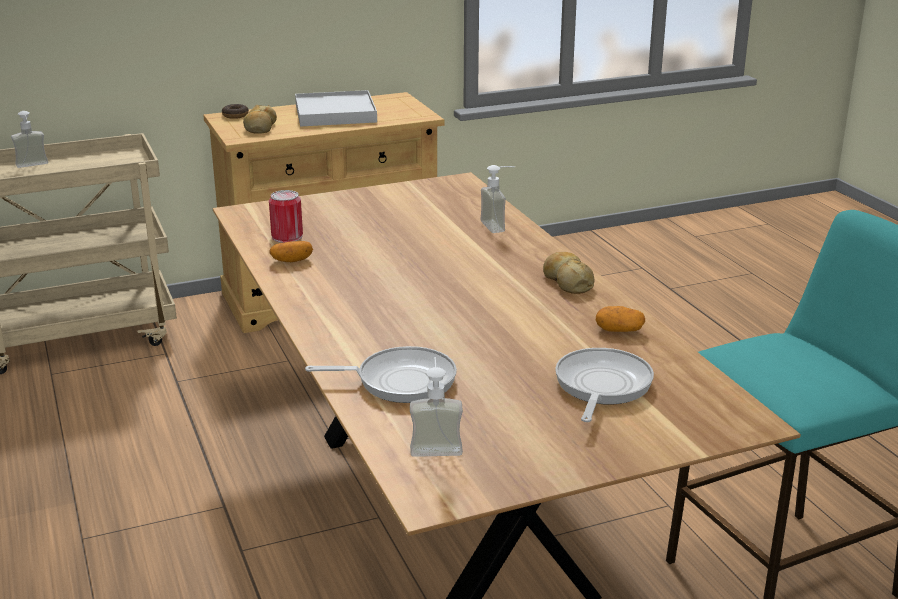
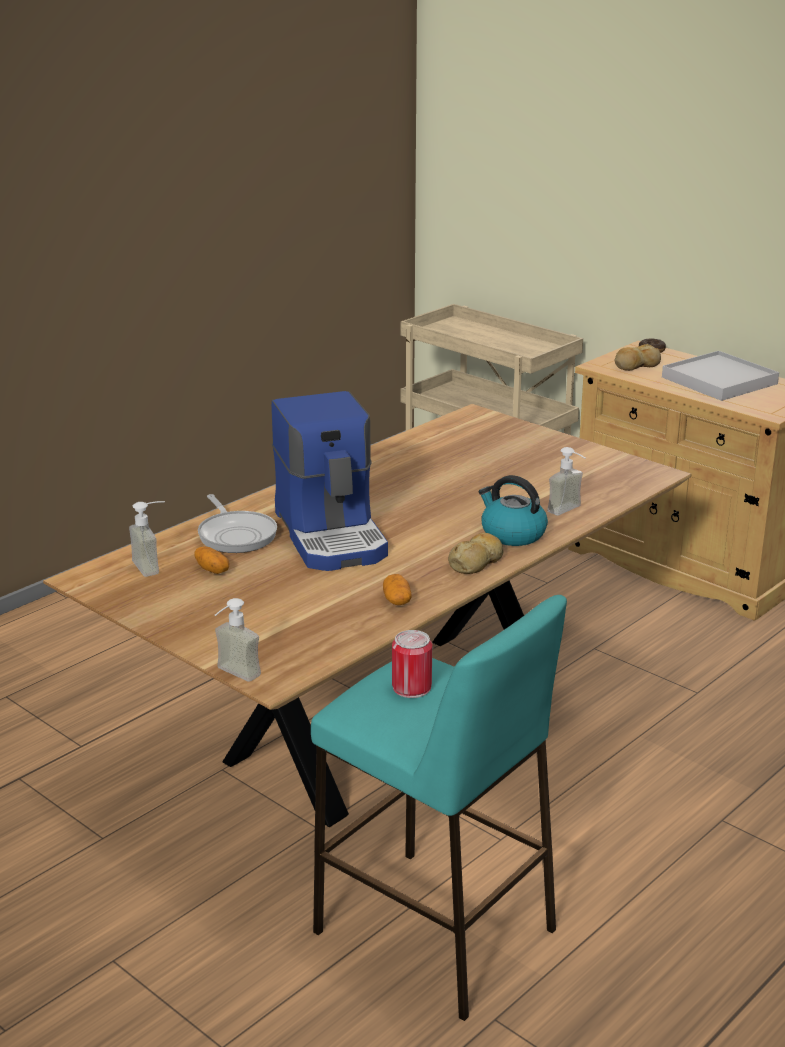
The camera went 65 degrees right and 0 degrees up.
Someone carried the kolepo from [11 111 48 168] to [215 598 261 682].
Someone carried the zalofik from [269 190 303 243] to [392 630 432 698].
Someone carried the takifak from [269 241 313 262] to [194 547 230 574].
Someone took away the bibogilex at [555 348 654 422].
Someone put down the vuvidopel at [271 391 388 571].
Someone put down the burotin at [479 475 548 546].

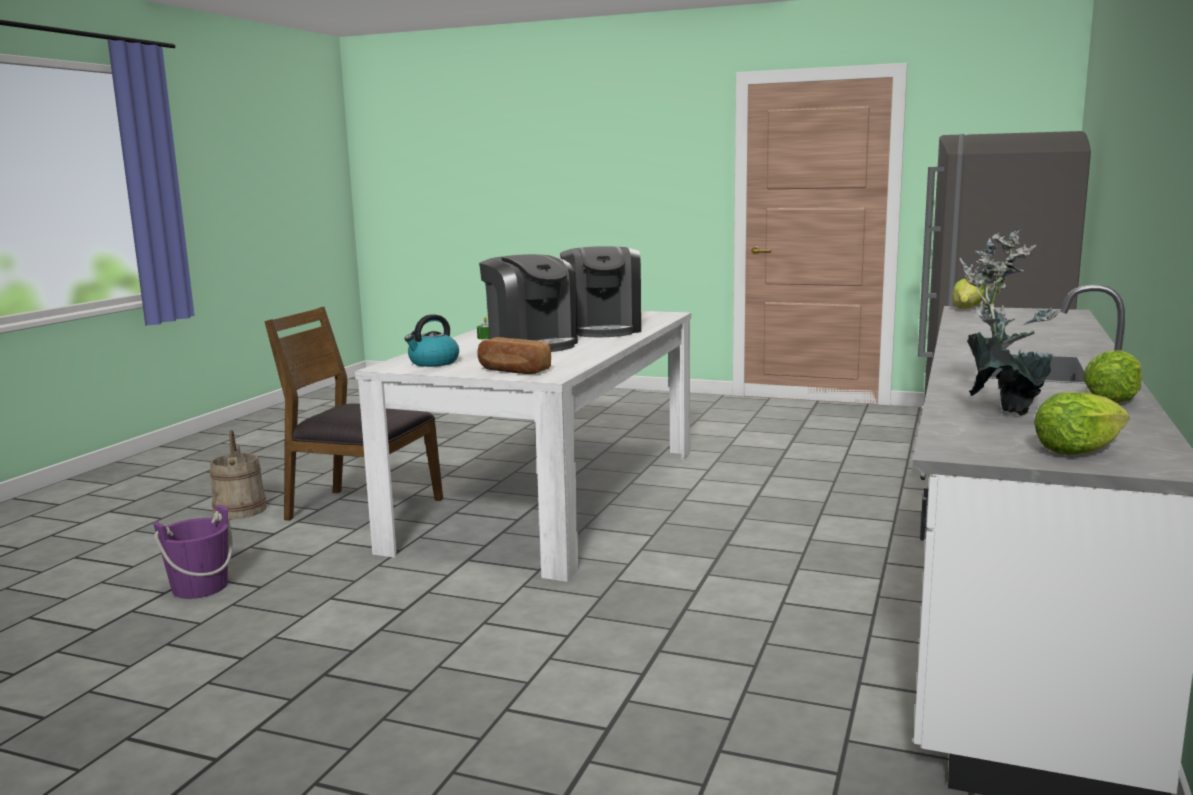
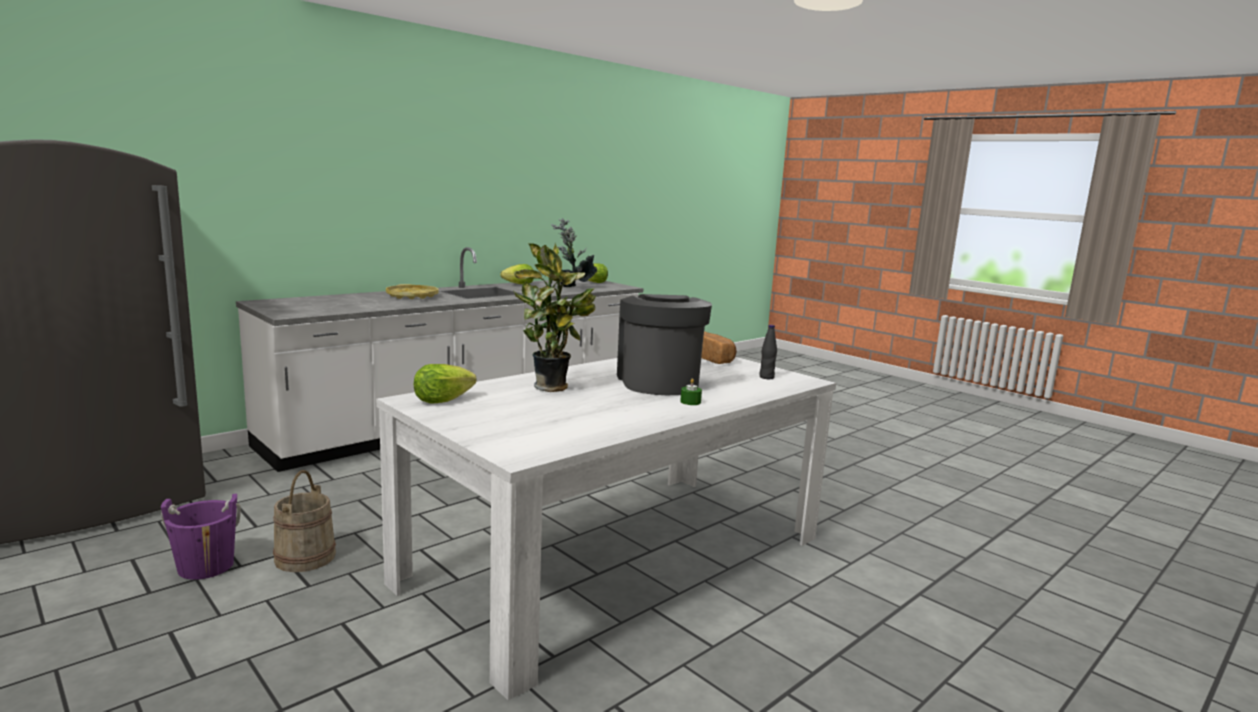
The camera went 155 degrees left and 0 degrees up.
Someone carried the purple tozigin from [153 505 233 599] to [161 493 241 580].
Someone carried the beige tozigin from [210 430 266 519] to [273 470 336 572].
Someone took away the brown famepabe at [264 307 443 521].
Someone swapped the burotin at [404 314 459 367] for the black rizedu at [760 325 777 379].
Someone swapped the vuvidopel at [560 246 641 337] for the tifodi at [513 243 596 392].
Someone carried the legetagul from [952 278 985 309] to [414 364 477 404].
Someone put down the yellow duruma at [386 284 439 299].

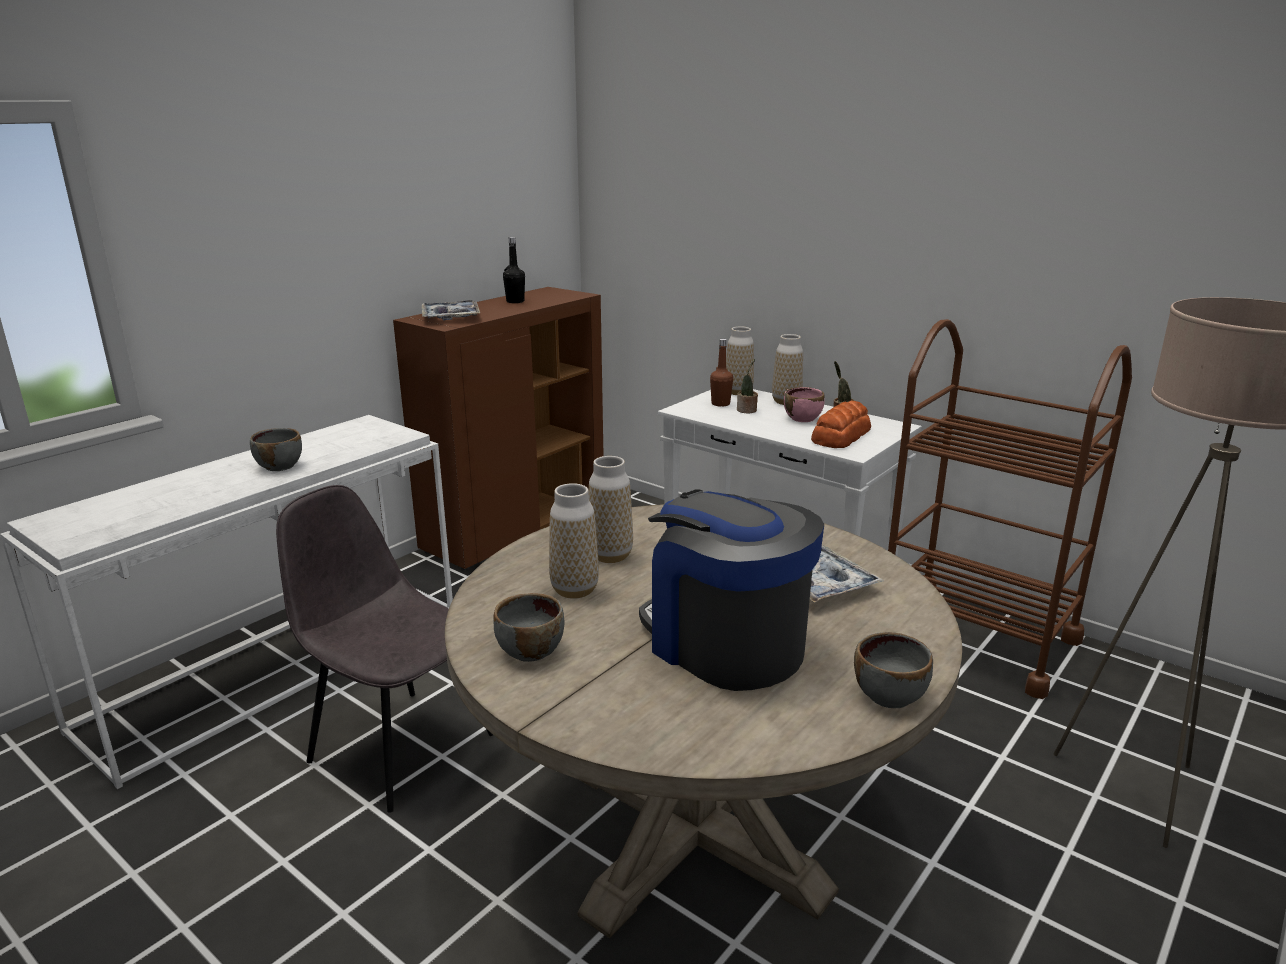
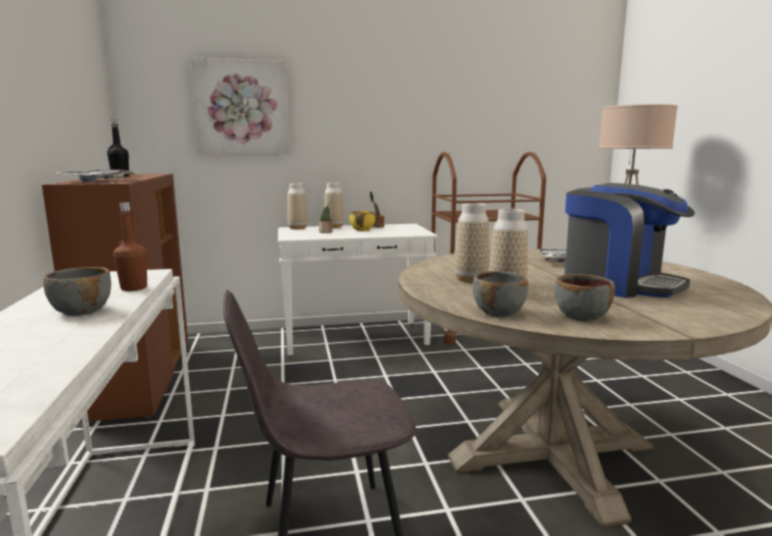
The camera went 50 degrees left and 10 degrees down.
Someone rotated the vuvidopel at [639 489 824 691] by 135 degrees counterclockwise.
Someone carried the brown rizedu from [710 339 733 407] to [113 202 147 291].
Someone repainted the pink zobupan at [784 387 825 422], which became the yellow zobupan at [349 211 375 231].
Someone took away the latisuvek at [811 400 871 448].
Someone carried the grey zobupan from [854 632 933 708] to [473 271 528 317].
Someone put up the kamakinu at [190 57 290 155].

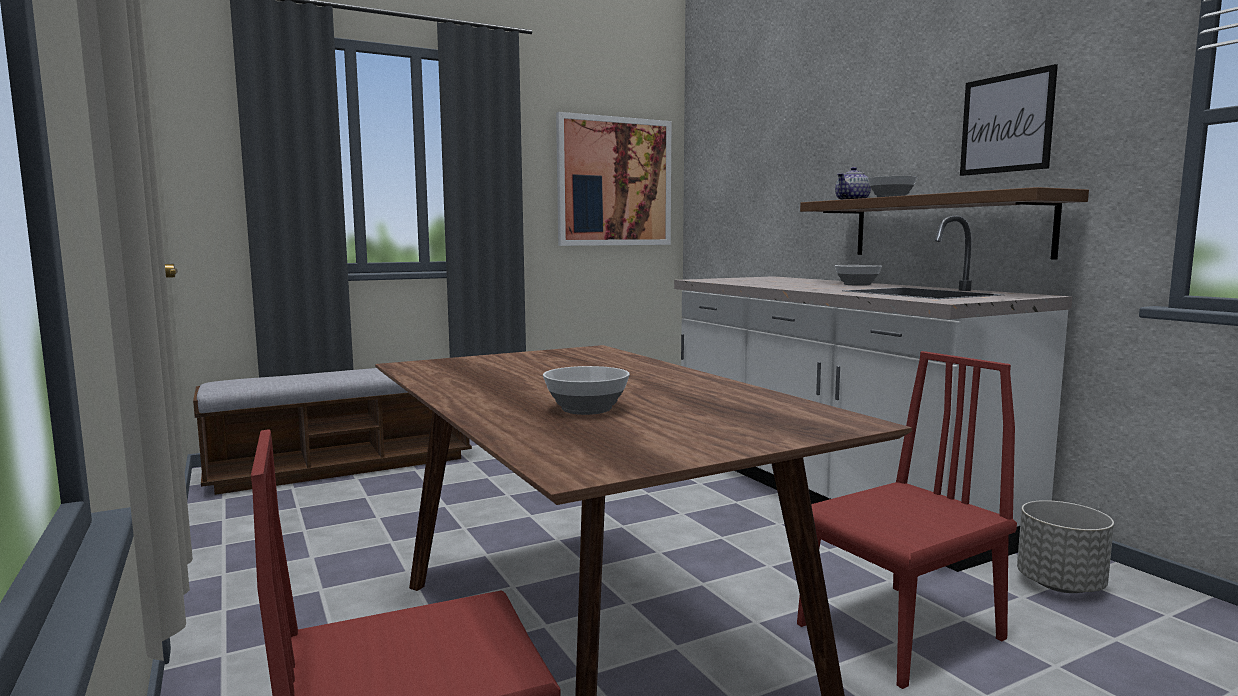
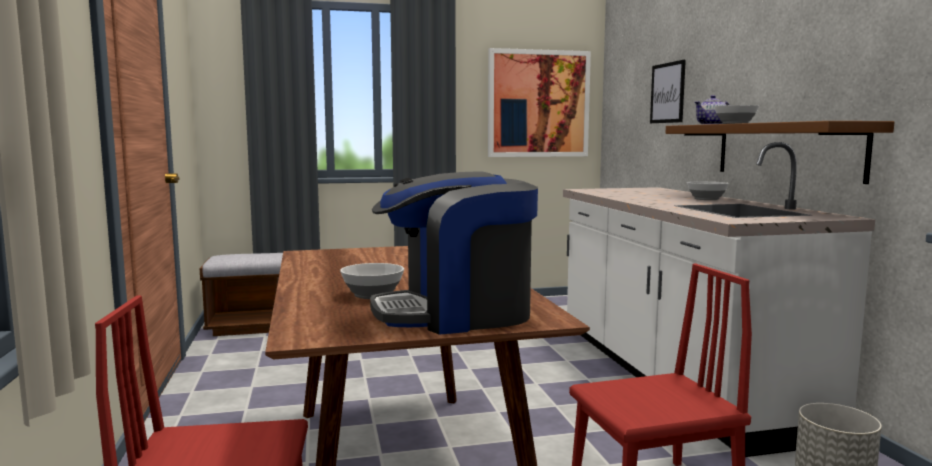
The camera went 15 degrees right and 0 degrees up.
Someone carried the kamakinu from [960 64 1058 176] to [650 60 686 123].
Someone put down the vuvidopel at [370 171 538 335].

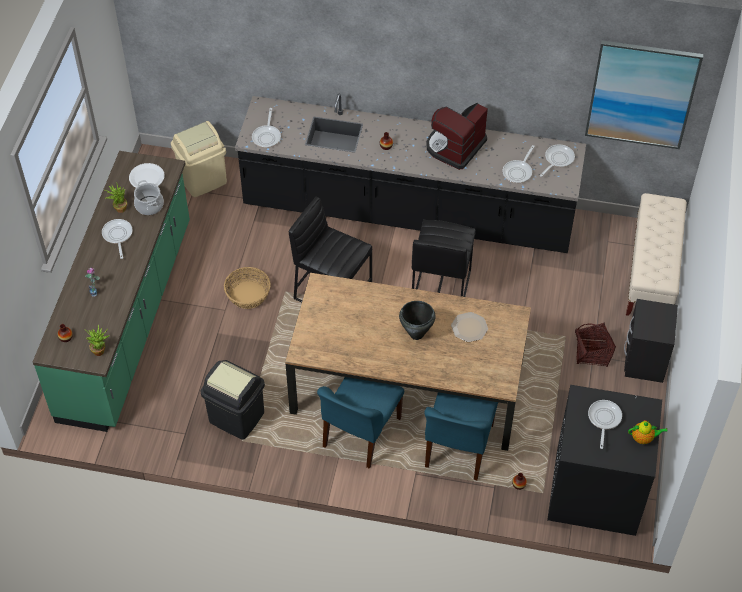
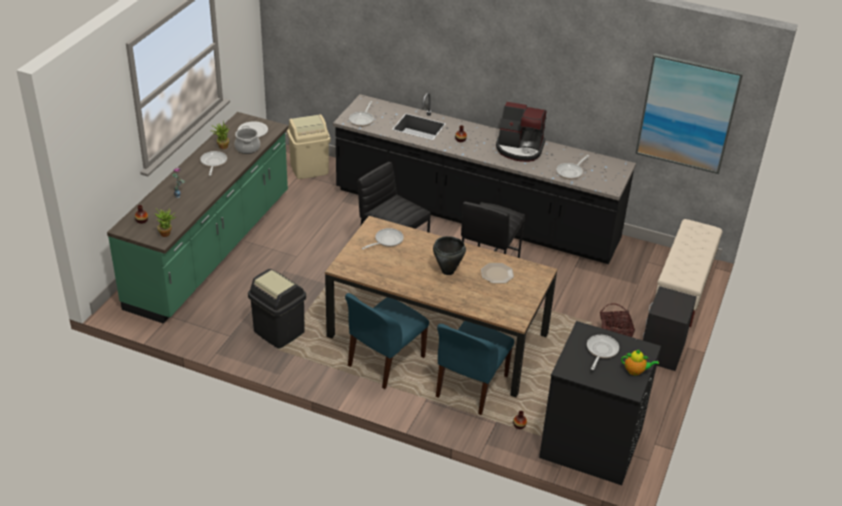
The camera went 10 degrees right and 15 degrees down.
Someone took away the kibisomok at [224 267 271 309].
Someone rotated the vuvidopel at [427 103 488 170] by 120 degrees counterclockwise.
Someone carried the bibogilex from [540 144 575 177] to [362 228 404 249].

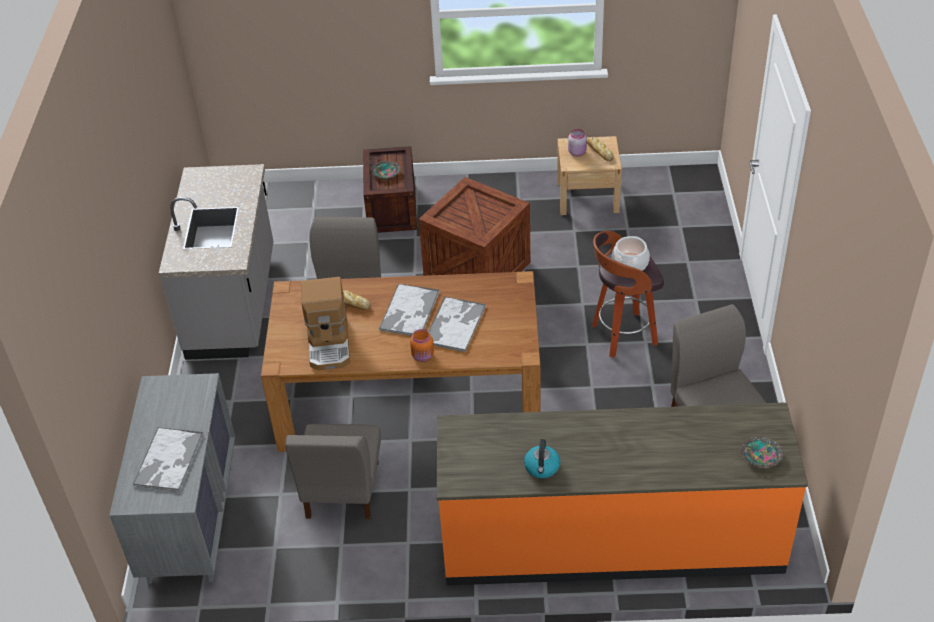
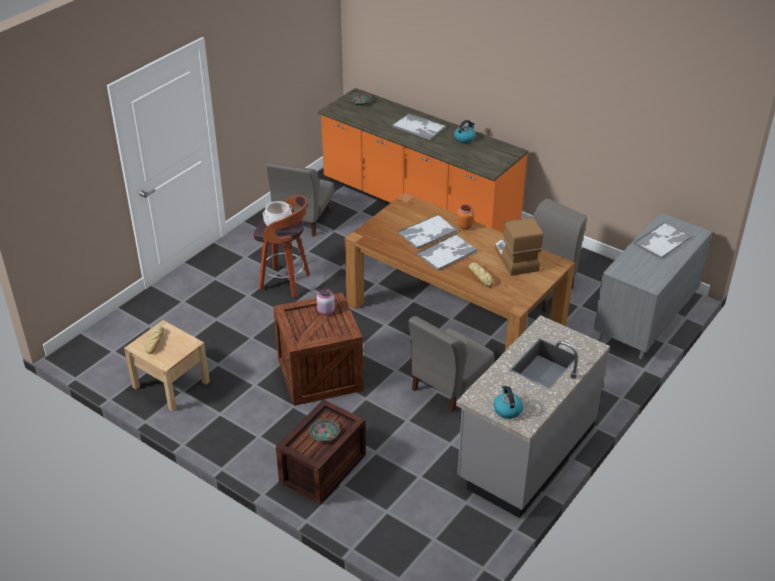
The camera went 145 degrees left and 5 degrees down.
Someone rotated the vuvidopel at [301 277 350 371] by 45 degrees counterclockwise.
Someone carried the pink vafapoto from [568 129 587 157] to [317 289 335 315].
Someone put down the duruma at [392 113 446 140].
Someone put down the burotin at [494 385 523 419].

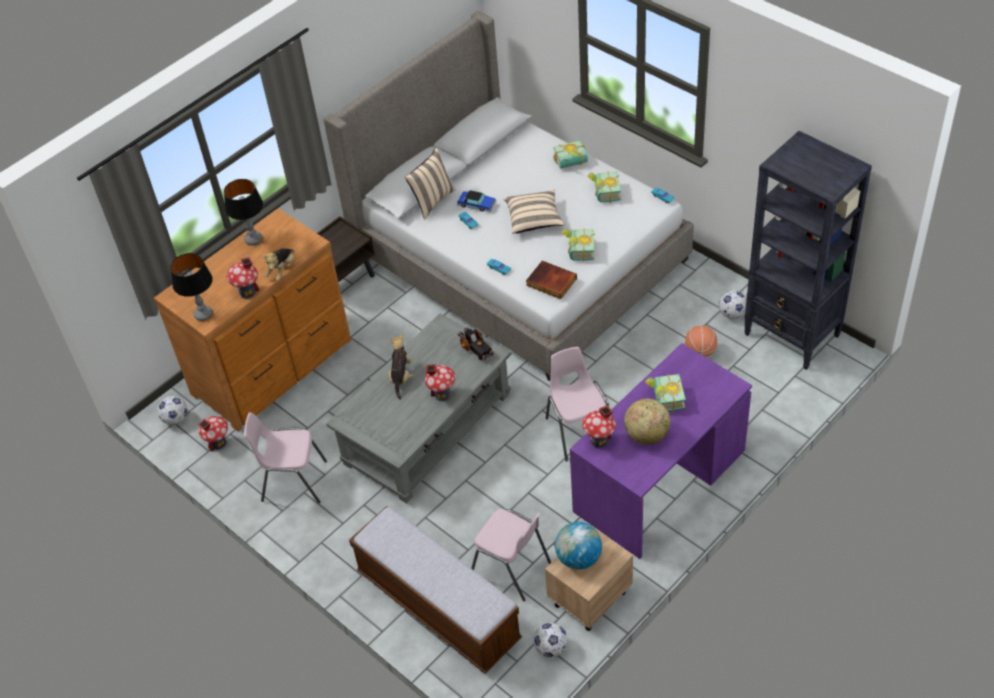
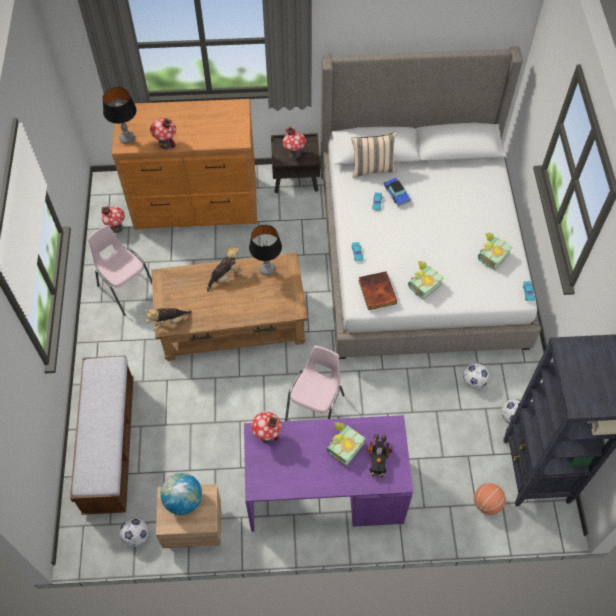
The camera went 40 degrees right and 10 degrees up.
Someone carried the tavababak from [157 396 187 425] to [463 363 490 389].
Someone carried the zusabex from [224 179 263 245] to [249 225 282 275].
Someone carried the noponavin from [263 248 294 281] to [145 308 192 331].
Someone repainted the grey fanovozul at [326 313 511 504], which became the brown fanovozul at [151 252 308 361].
Someone carried the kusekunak from [425 364 456 401] to [283 126 306 159].
Someone carried the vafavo from [458 328 494 361] to [366 434 392 478].
Someone took away the pink famepabe at [471 509 551 601].
Someone took away the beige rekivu at [503 189 564 234].
Someone took away the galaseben at [553 140 588 169].
Someone took away the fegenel at [624 399 671 445].
Someone carried the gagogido from [685 326 717 357] to [474 483 506 515].

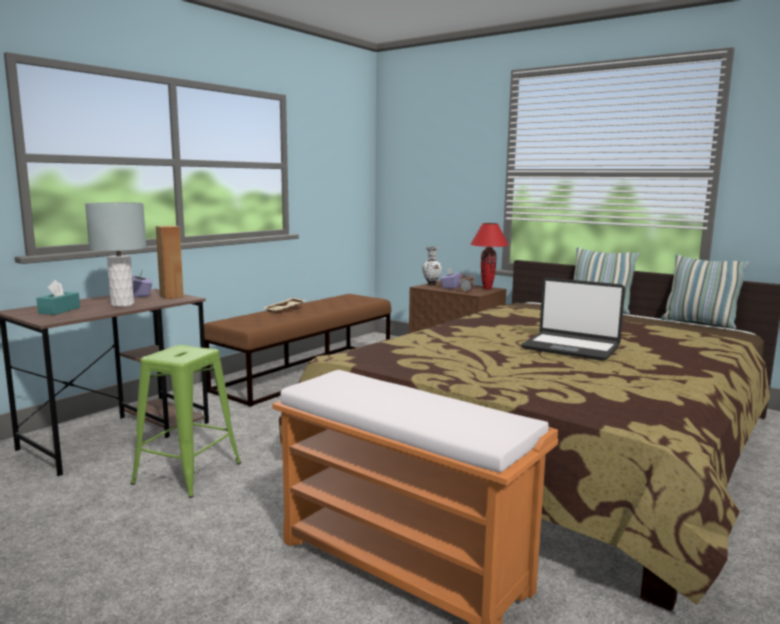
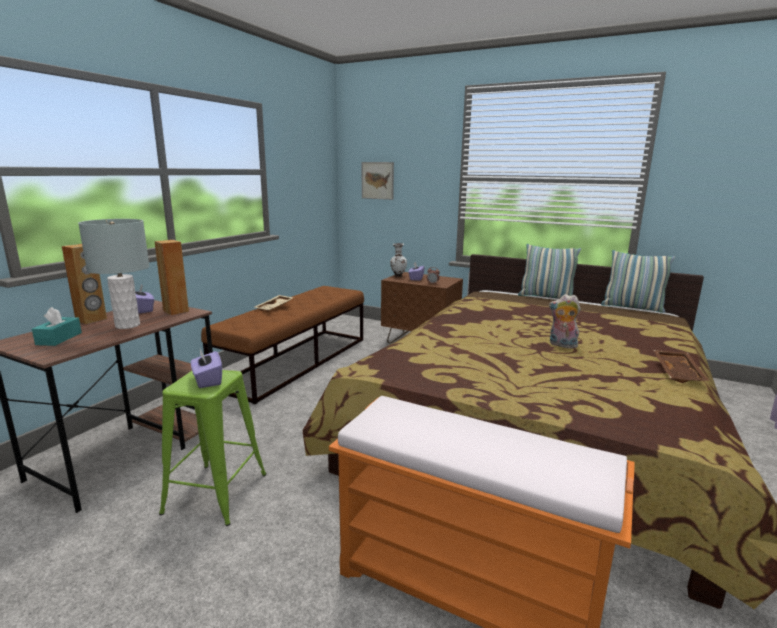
The camera went 10 degrees left and 5 degrees up.
Someone took away the red zusabex at [470 223 508 289].
Someone swapped the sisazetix at [521 278 625 361] for the noponavin at [549 294 581 348].
Someone put down the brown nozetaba at [62 244 107 324].
Someone put down the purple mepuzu at [191 349 222 388].
Someone put up the kamakinu at [362 162 394 200].
Someone put down the brown duruma at [653 350 709 382].

